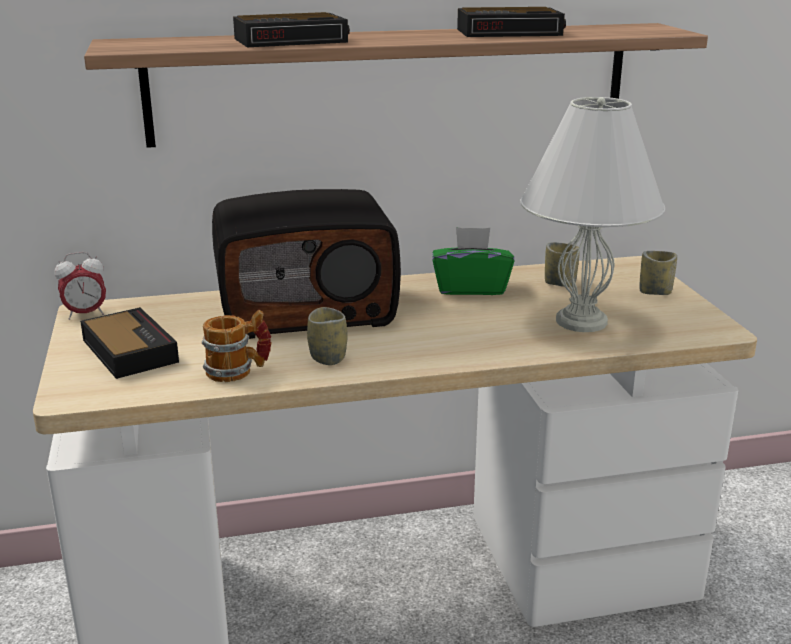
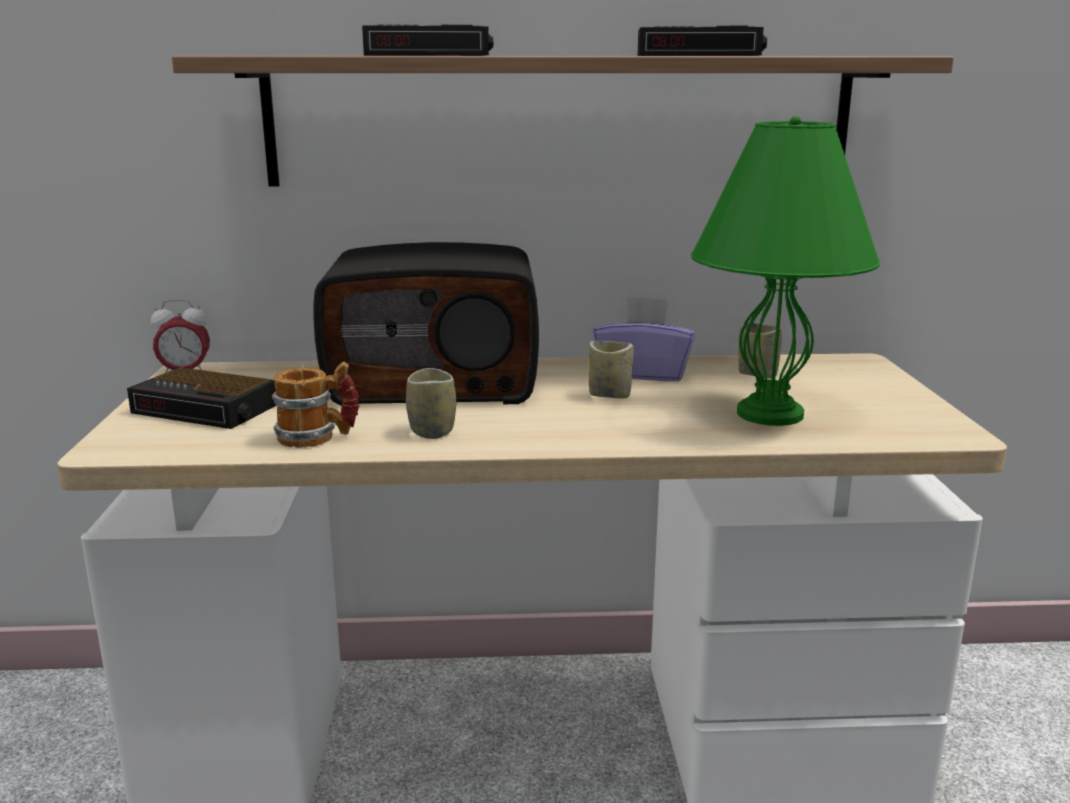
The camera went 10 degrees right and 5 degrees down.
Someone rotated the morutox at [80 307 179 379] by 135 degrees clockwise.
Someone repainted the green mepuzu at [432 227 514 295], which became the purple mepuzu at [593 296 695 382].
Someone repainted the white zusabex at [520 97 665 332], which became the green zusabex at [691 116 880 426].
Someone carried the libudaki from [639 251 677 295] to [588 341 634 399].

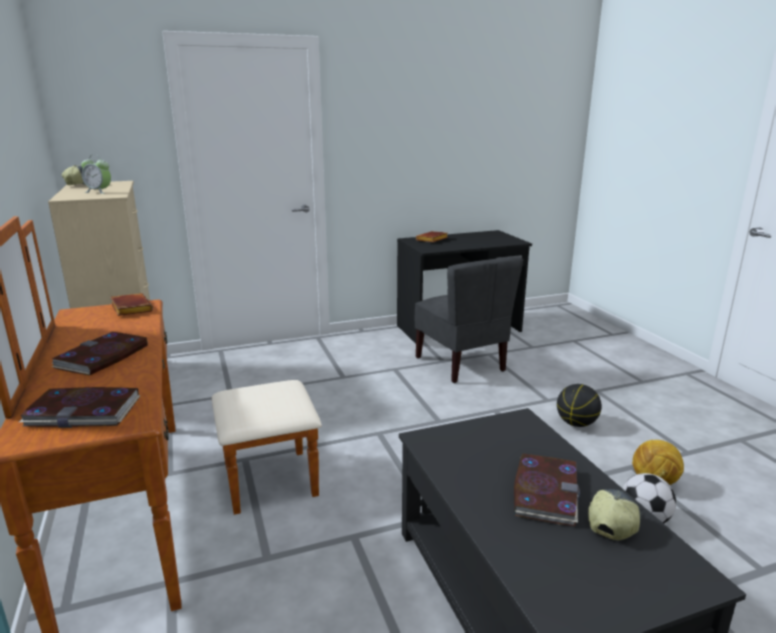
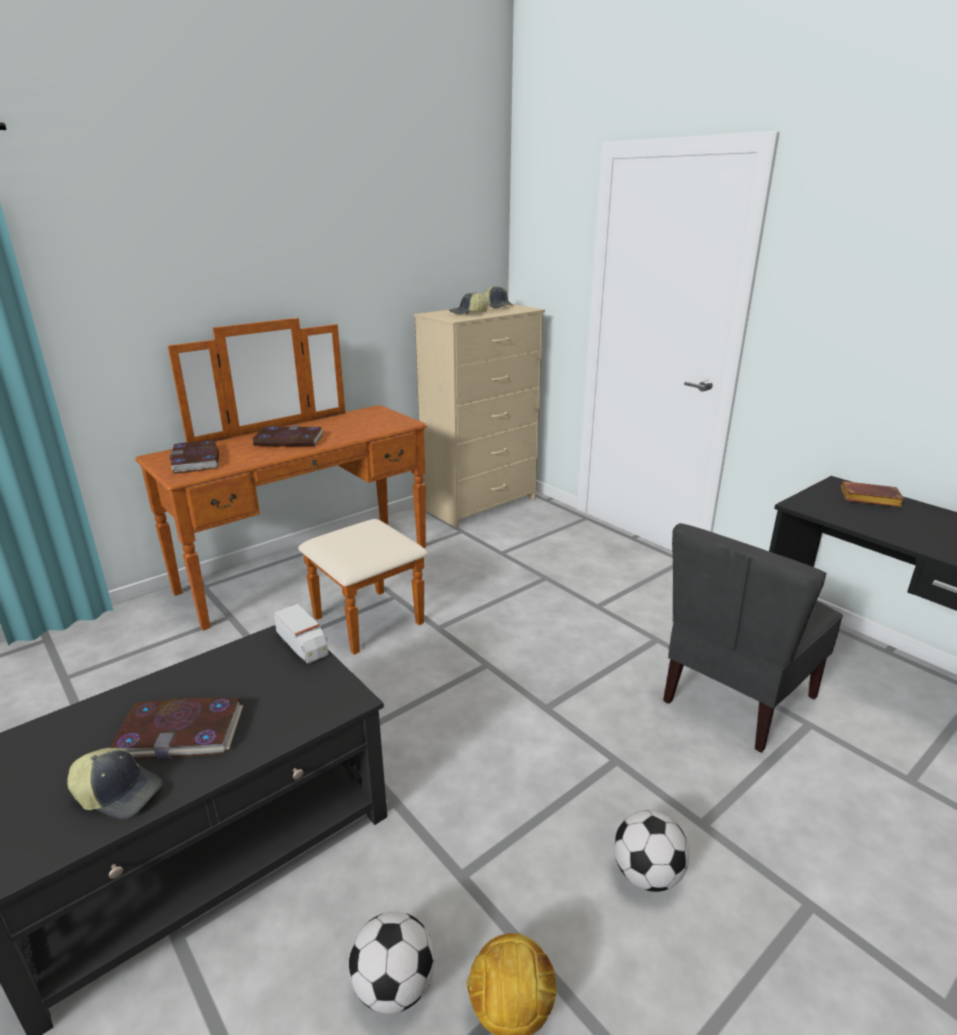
The camera went 70 degrees right and 5 degrees up.
Someone swapped the morutox at [81 155 111 194] for the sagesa at [449 292 489 315].
Someone took away the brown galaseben at [110 293 153 316].
Someone swapped the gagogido at [557 384 602 427] for the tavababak at [614 810 689 892].
Someone put down the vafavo at [273 604 329 664].

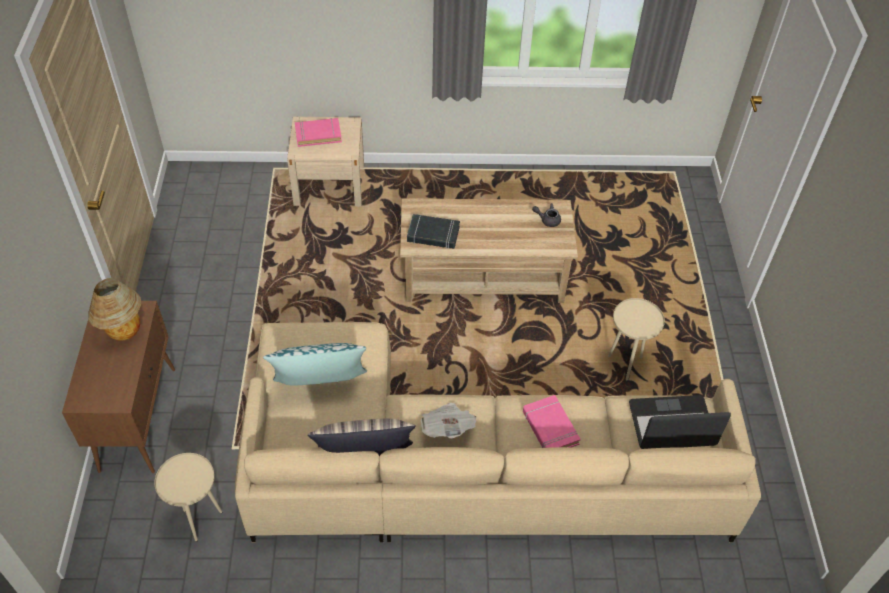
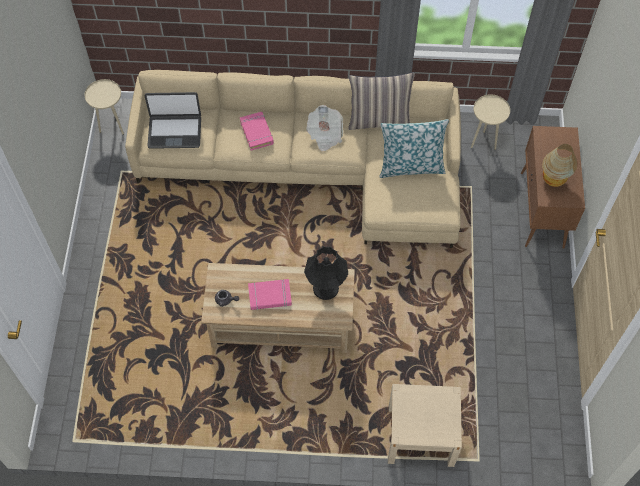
The camera went 175 degrees left and 10 degrees up.
Someone carried the pink galaseben from [295 118 342 147] to [248 279 292 310].
Someone swapped the black galaseben at [407 214 460 249] for the black zusabex at [304 246 348 300].
Someone carried the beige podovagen from [608 298 665 380] to [85 79 124 135].

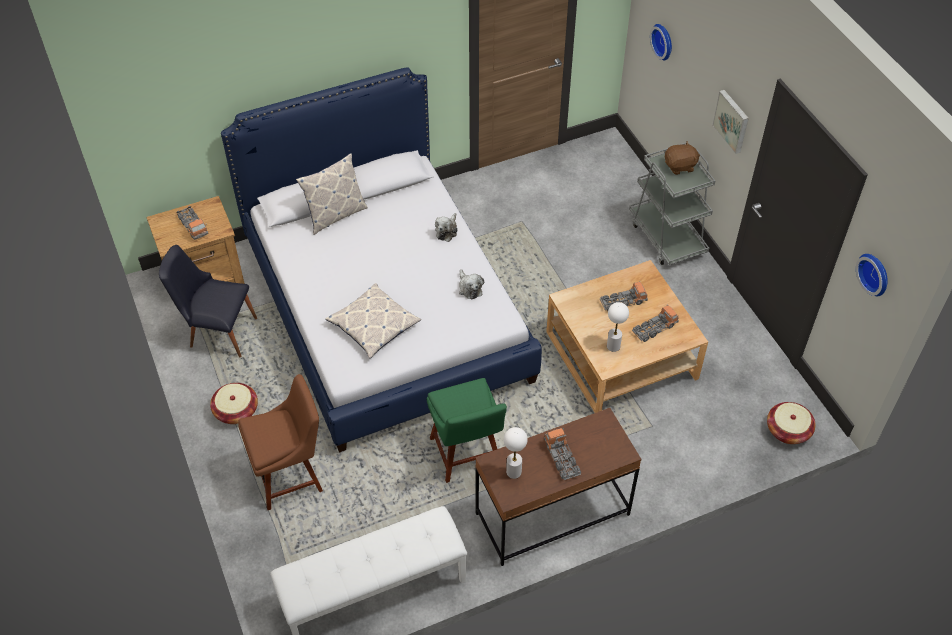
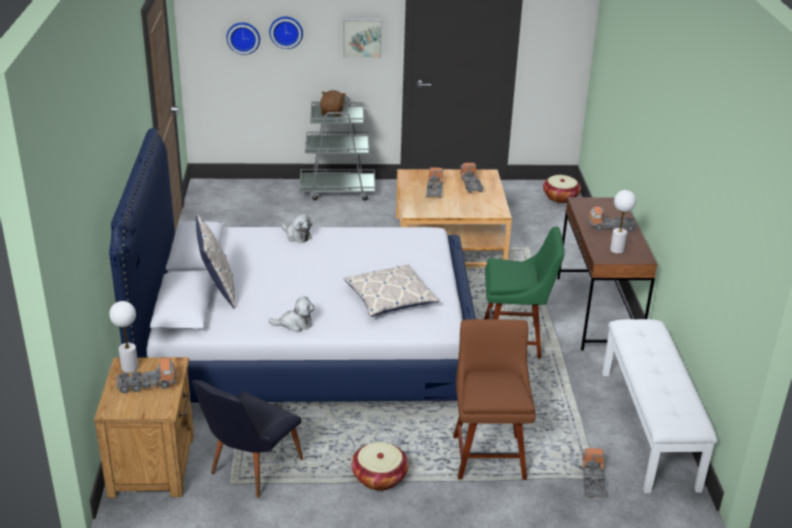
The camera went 70 degrees left and 20 degrees down.
Someone carried the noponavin from [459 269 484 300] to [269 296 315 332].
Someone carried the white zusabex from [607 302 629 352] to [109 301 138 373].
Someone carried the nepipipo from [856 254 888 296] to [269 16 303 49].
Someone put down the vafavo at [582 448 607 498].

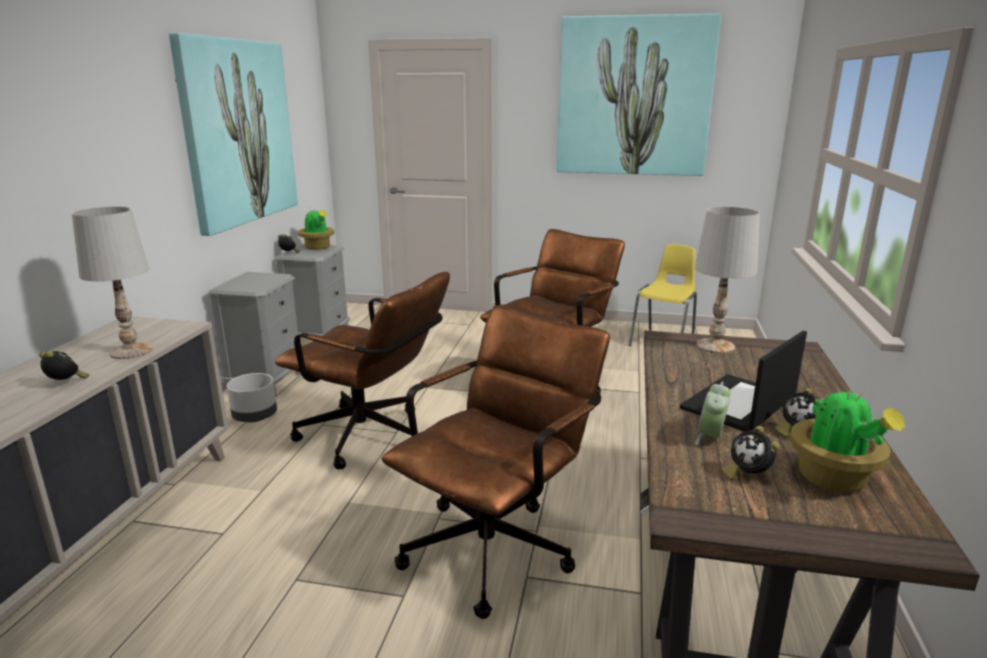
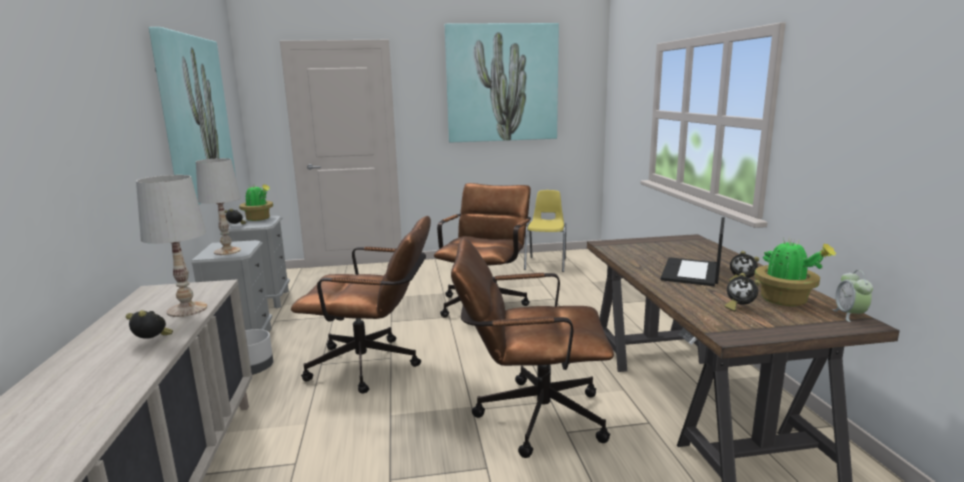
The camera went 20 degrees left and 5 degrees down.
Someone rotated the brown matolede at [382 305 610 619] by 105 degrees counterclockwise.
Someone carried the white zusabex from [695 207 760 354] to [196 158 241 255].
Someone carried the morutox from [695 382 730 445] to [832 270 873 322].

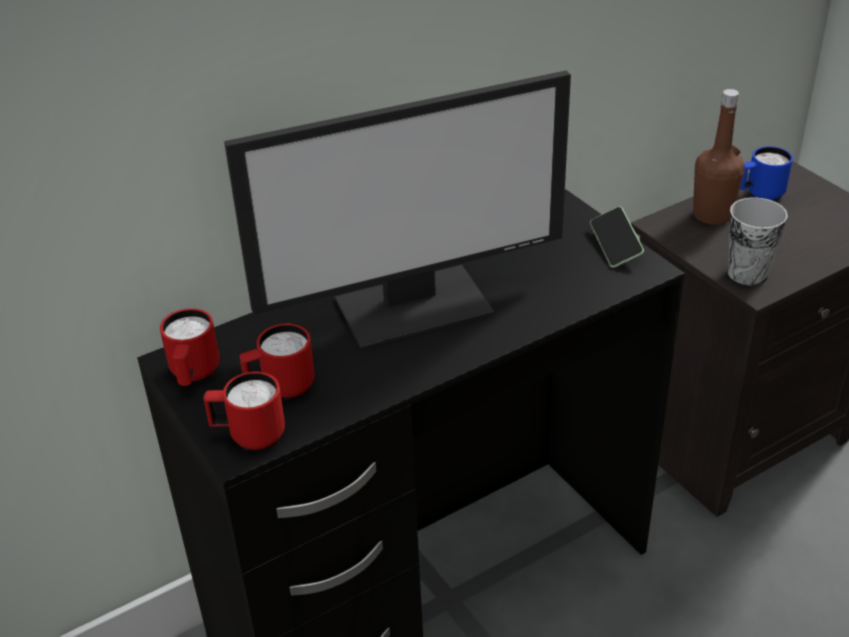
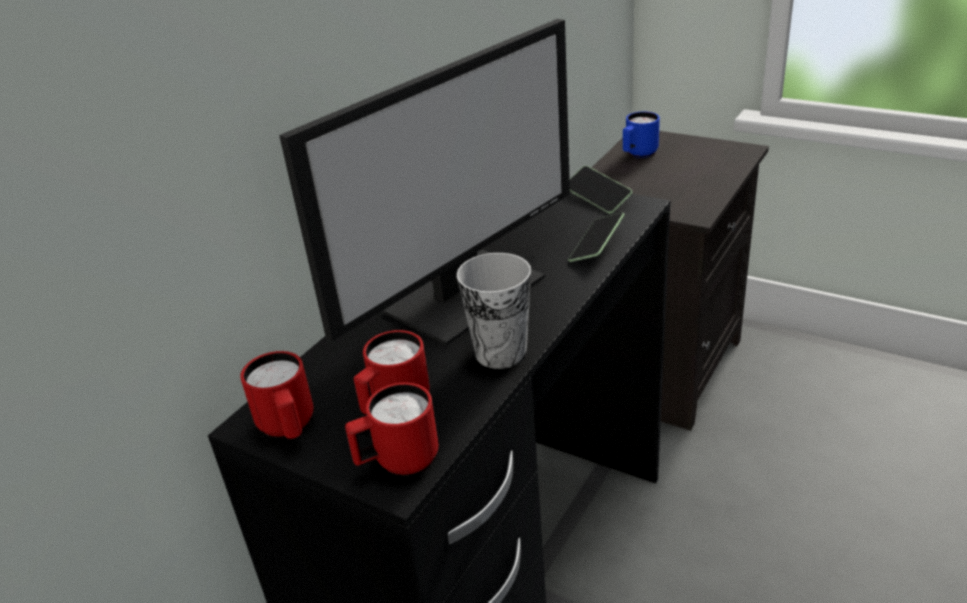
The camera went 25 degrees left and 5 degrees down.
Someone took away the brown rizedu at [693 89 745 225].
Someone carried the libudaki from [728 197 788 285] to [457 253 531 369].
Someone put down the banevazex at [568 213 625 262].

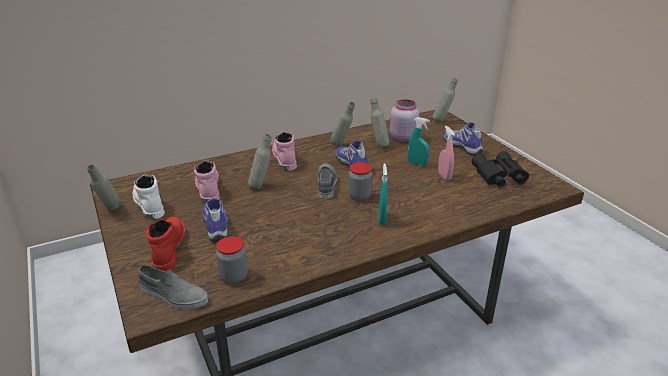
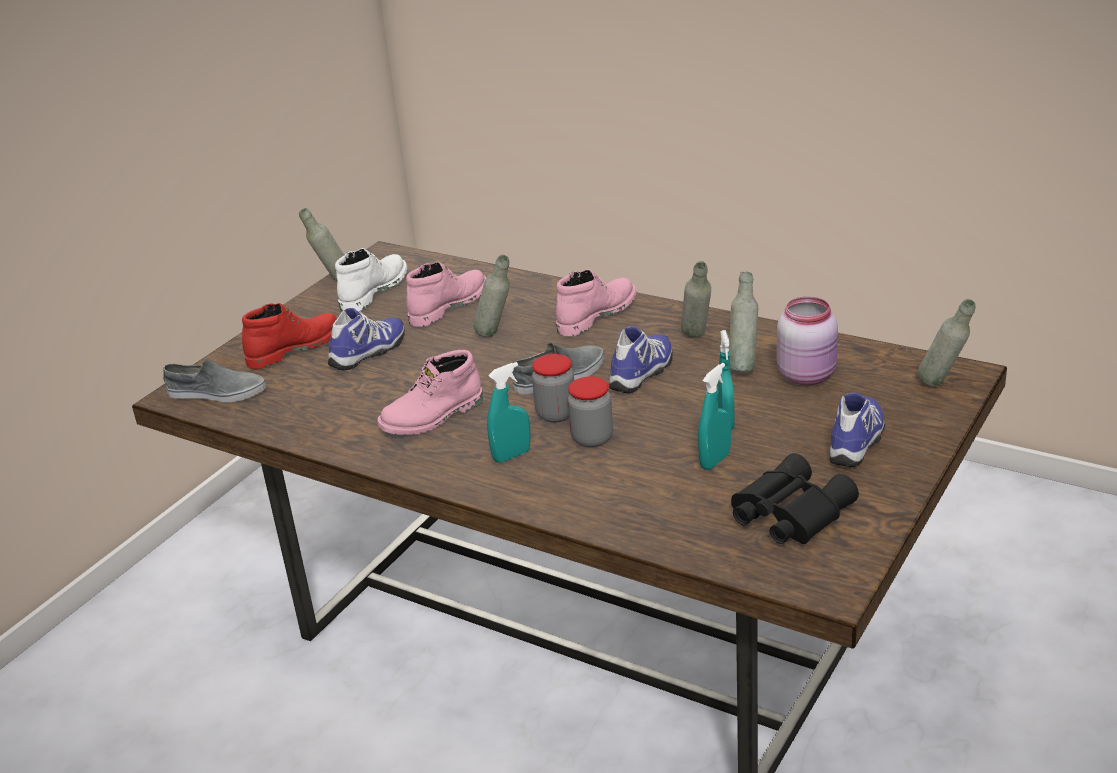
The camera went 60 degrees right and 0 degrees up.
Someone rotated the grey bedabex at [138 265 208 309] by 75 degrees counterclockwise.
Someone carried the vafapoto from [216 236 248 284] to [568 377 613 447].
Someone repainted the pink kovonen at [438 126 455 181], which became the turquoise kovonen at [698 363 731 470].
Someone put down the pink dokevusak at [378 350 483 435].

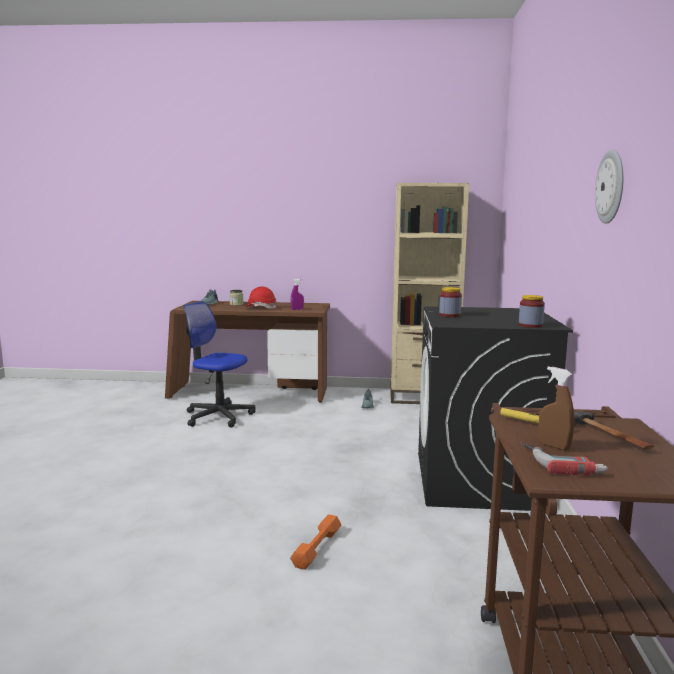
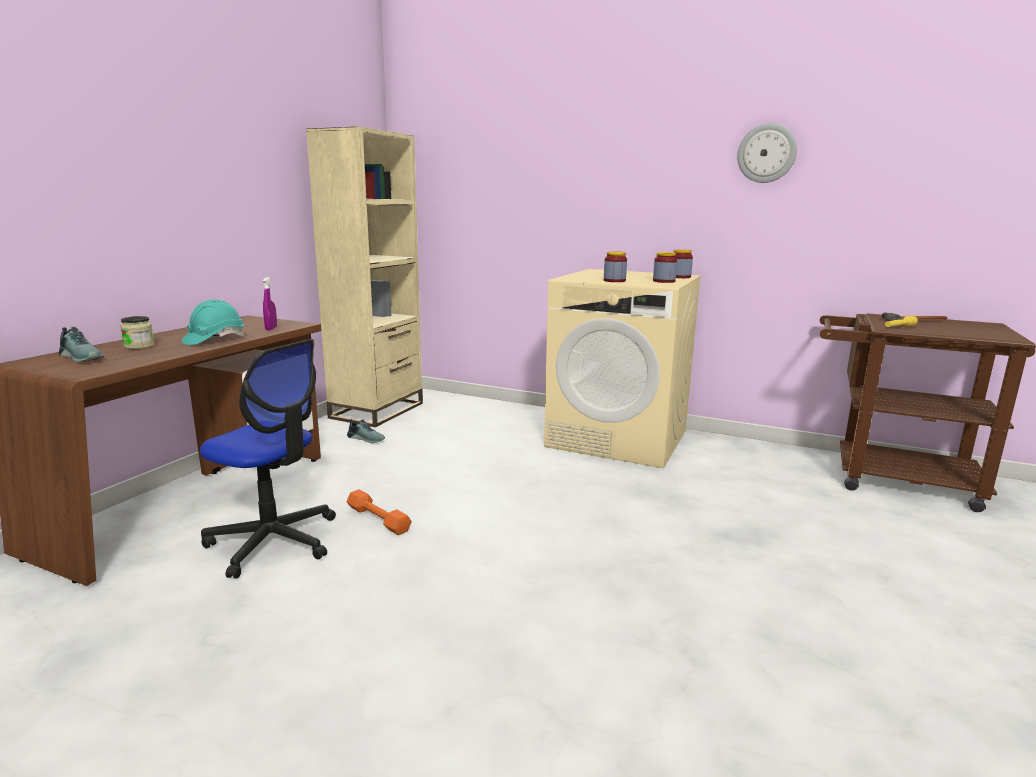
The camera went 70 degrees left and 5 degrees up.
Someone rotated the matolede at [184 301 256 428] by 105 degrees counterclockwise.
Someone repainted the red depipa at [246 286 276 309], which became the turquoise depipa at [182 300 244 345].
Someone carried the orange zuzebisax from [290 514 341 570] to [347 489 412 535].
Someone repainted the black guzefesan at [418 306 573 511], which became the beige guzefesan at [544 269 701 468].
Someone took away the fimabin at [520 442 609 476].
Someone took away the brown kovonen at [539 366 574 450].
Someone put down the vafapoto at [653 252 677 283].

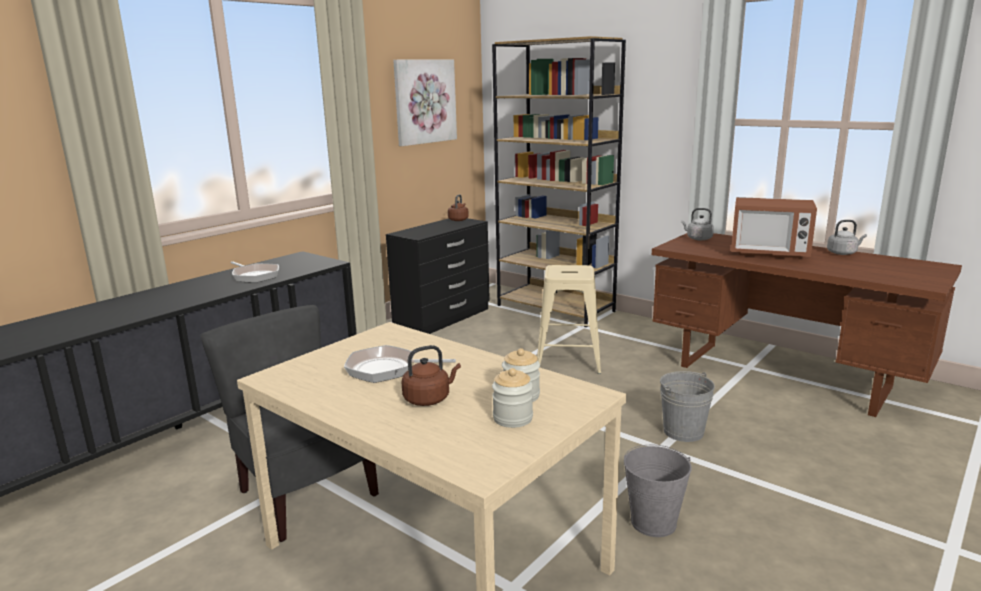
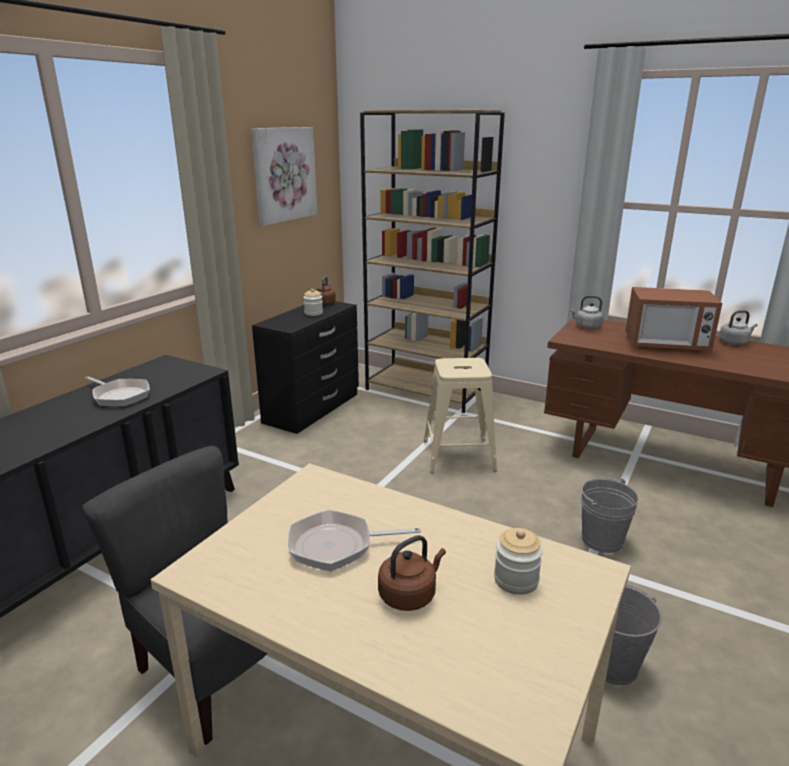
The camera went 10 degrees left and 5 degrees up.
Someone carried the vafapoto from [492 368 533 428] to [303 289 323 316].

